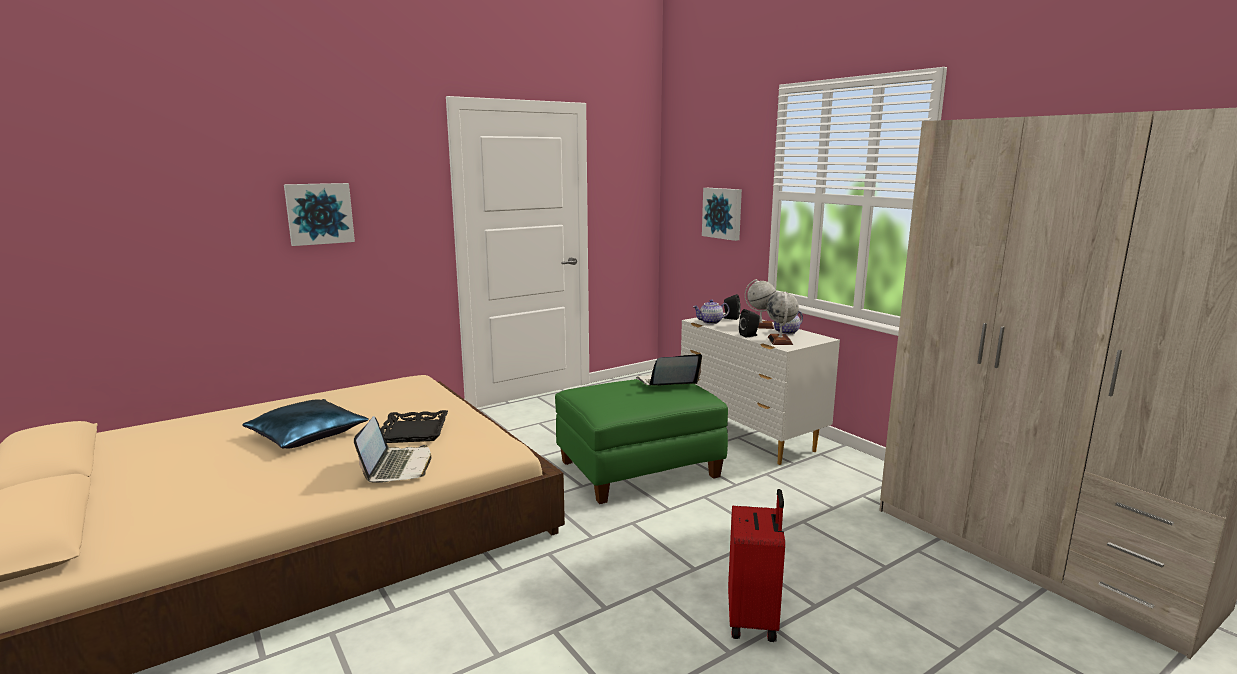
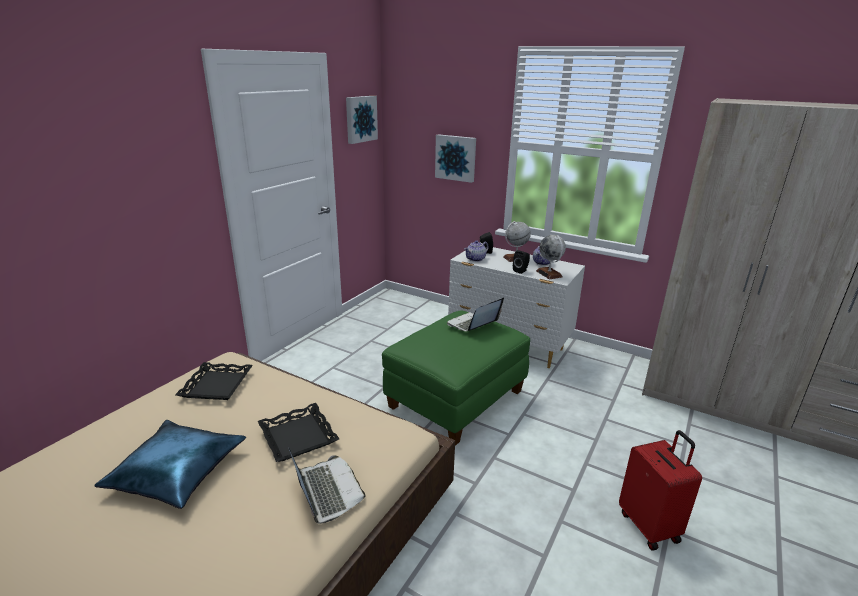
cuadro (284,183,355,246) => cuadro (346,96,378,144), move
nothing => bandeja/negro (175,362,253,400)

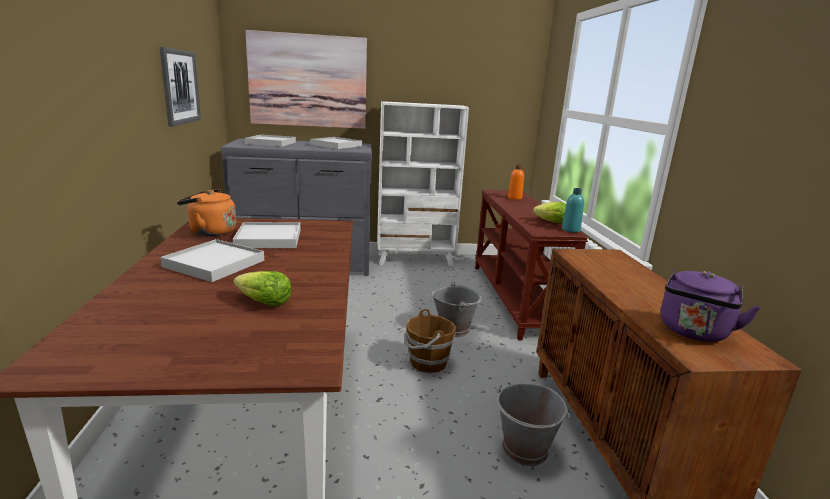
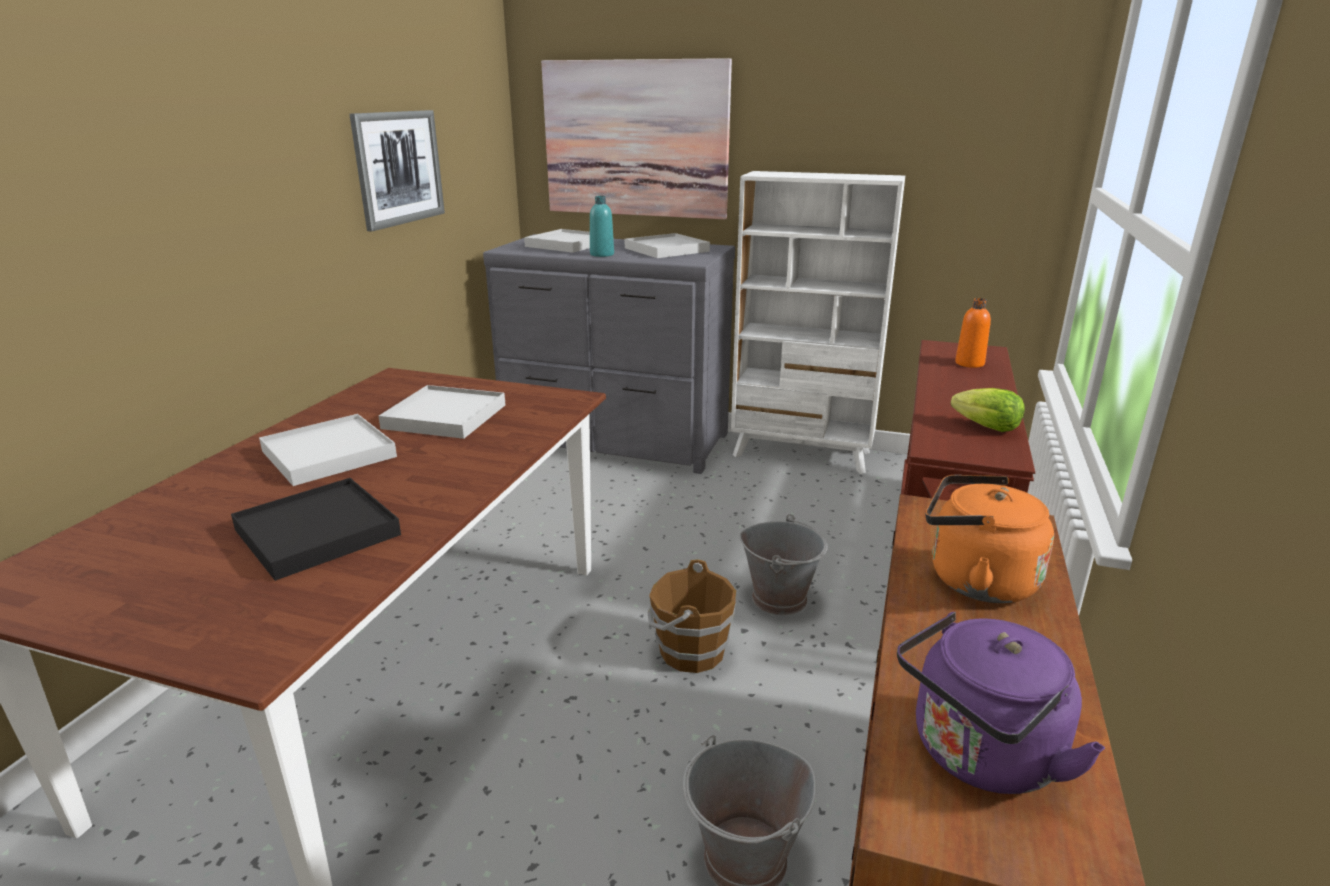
botella/turquesa (562,188,584,233) => botella/turquesa (590,196,614,257), move
hervidor/naranja (177,189,236,236) => hervidor/naranja (926,475,1054,603), move
lechuga (233,271,292,306) => bandeja/negro (231,478,401,581)

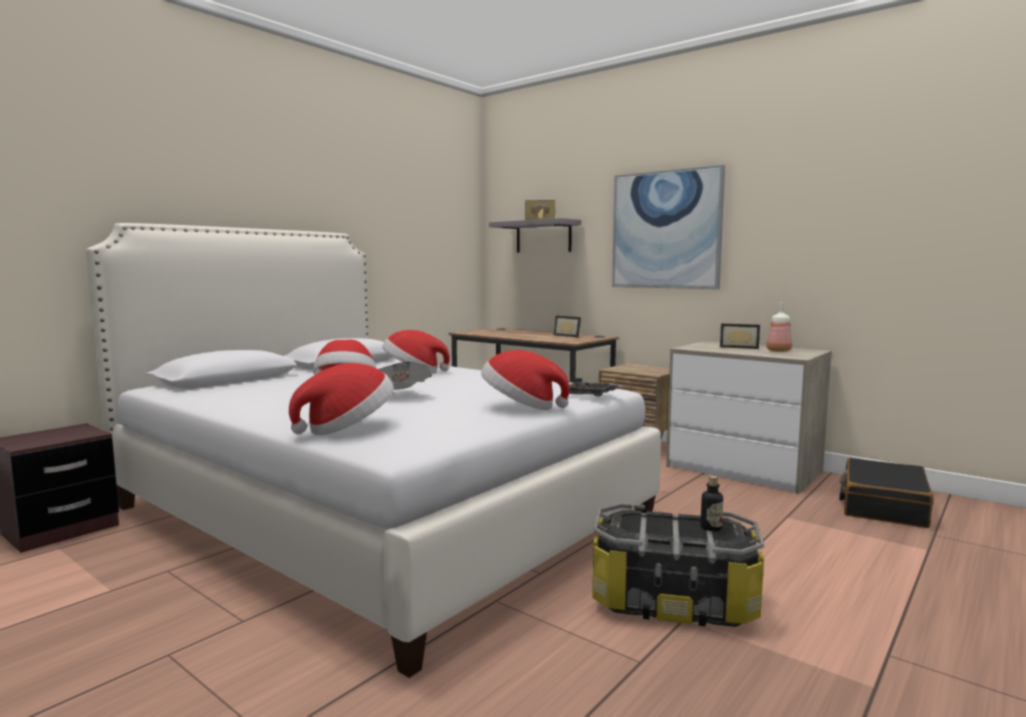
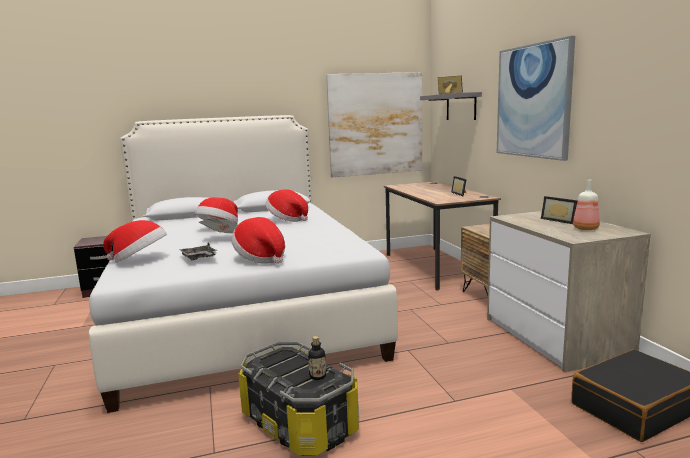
bandeja/gris (569,378,622,397) => bandeja/gris (180,242,217,260), move
nothing => cuadro (326,72,422,177)

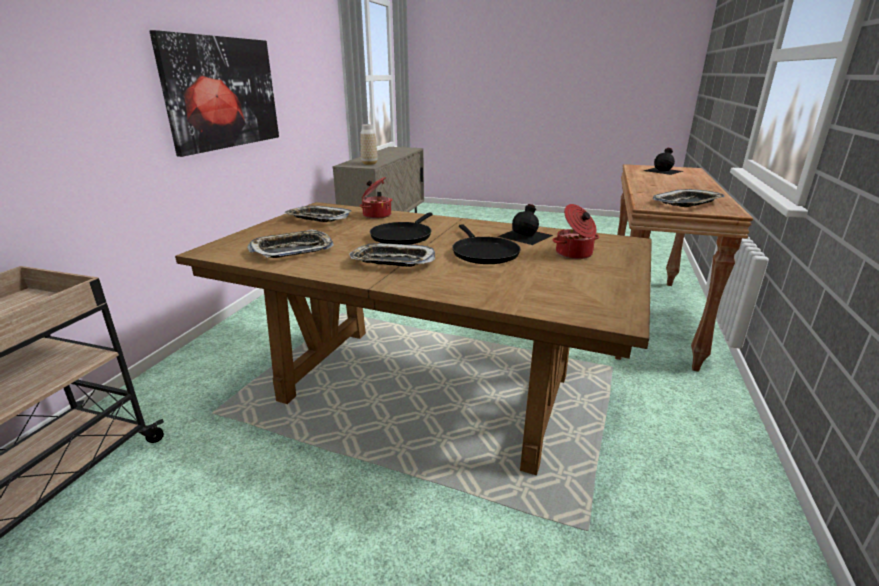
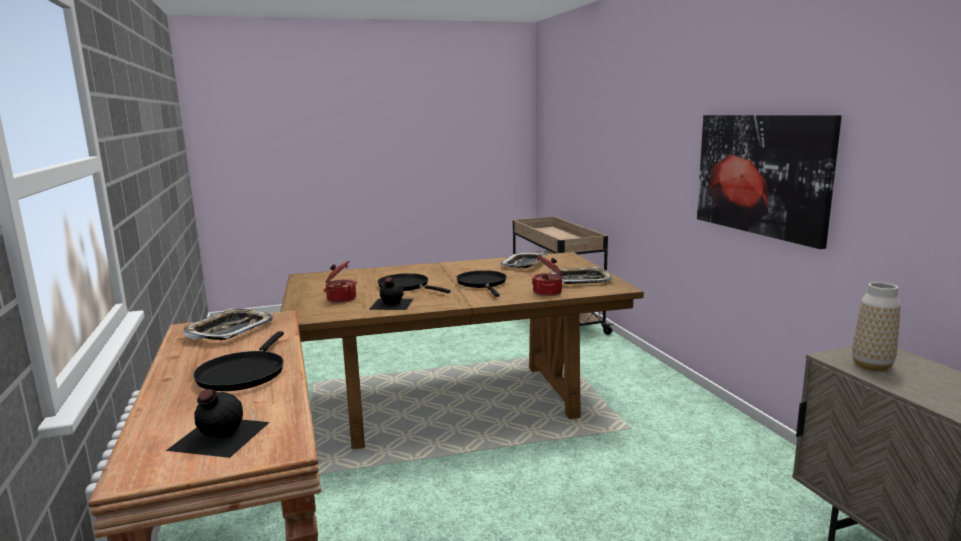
bandeja (349,243,435,267) => nothing
nothing => sartén/negro (193,331,284,391)

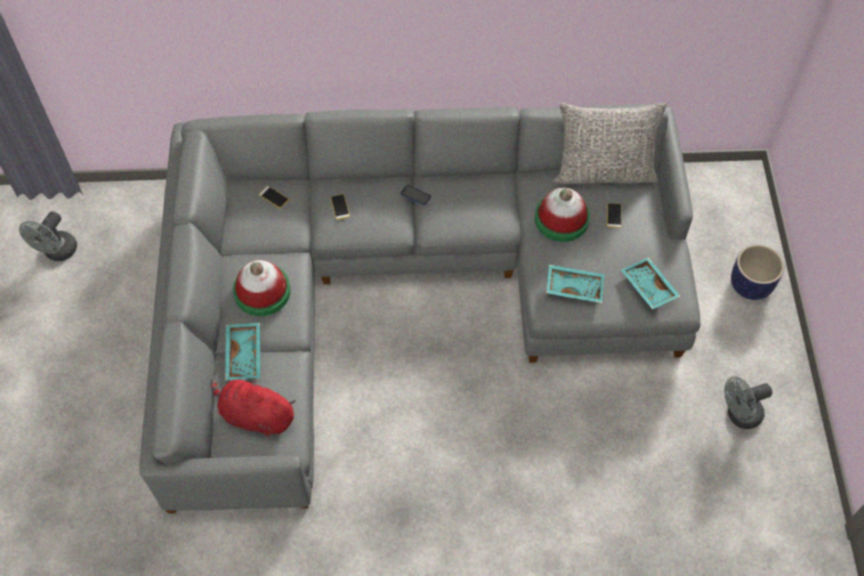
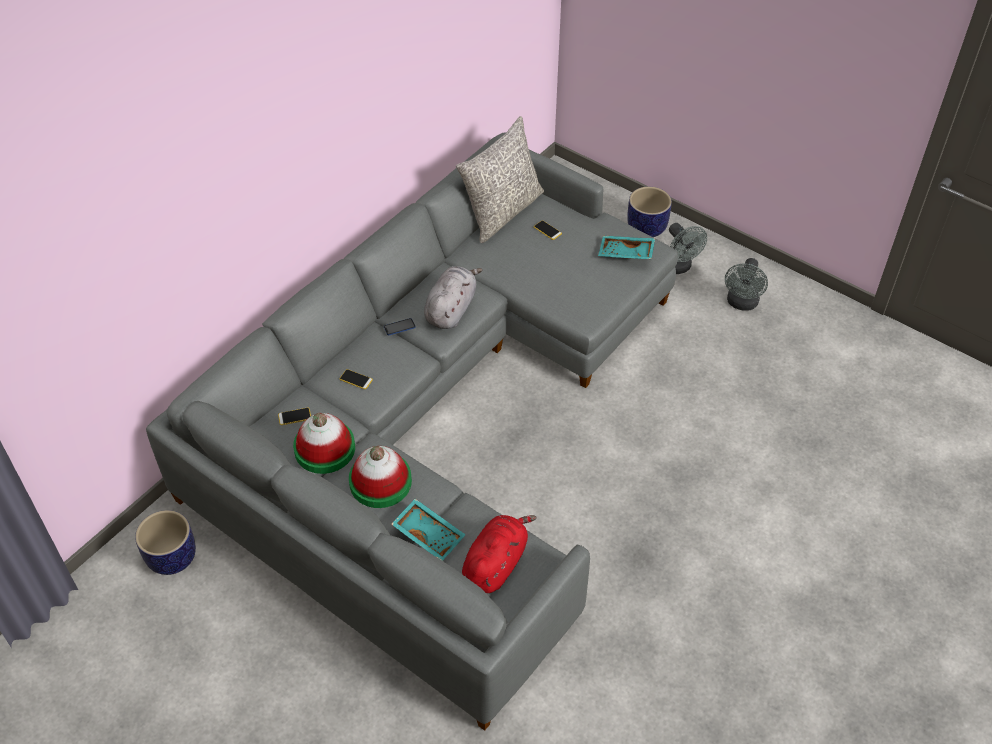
sombrero (535,187,590,242) => sombrero (293,413,355,474), move
ventilador/gris (19,211,77,261) => ventilador/gris (669,223,707,274), move
bandeja/turquesa (546,264,604,303) => nothing
peluche/rojo (211,378,296,437) => peluche/rojo (462,515,537,593), 150 degrees clockwise
nothing => peluche/gris (424,266,482,329)
nothing => maceta (135,510,196,575)

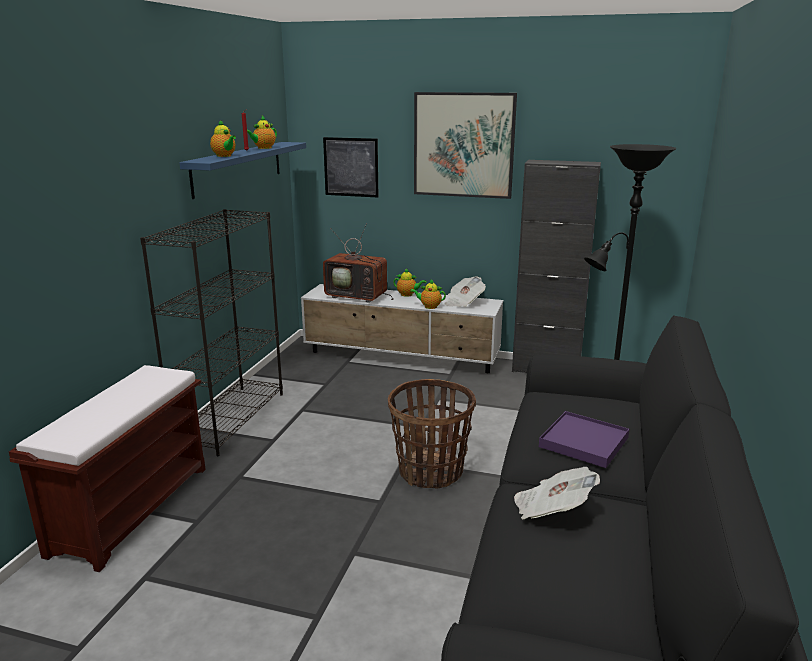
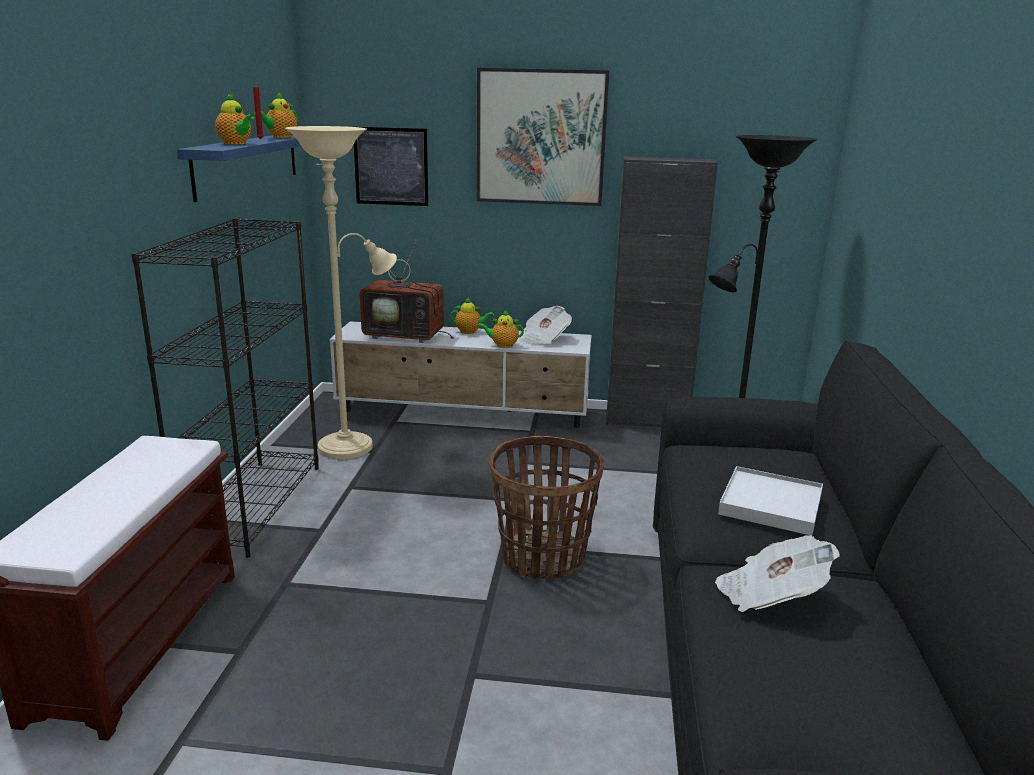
bandeja/morado (539,411,629,468) => bandeja/blanco (718,466,823,536)
nothing => lámpara de pie/beis (285,126,397,460)

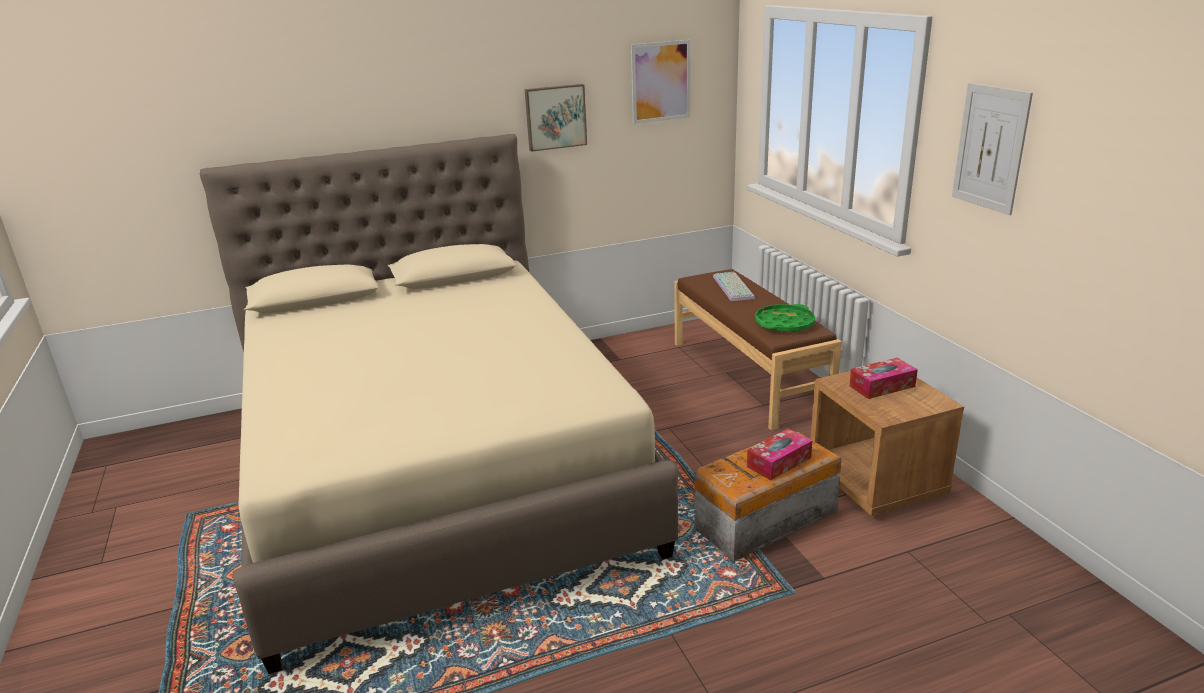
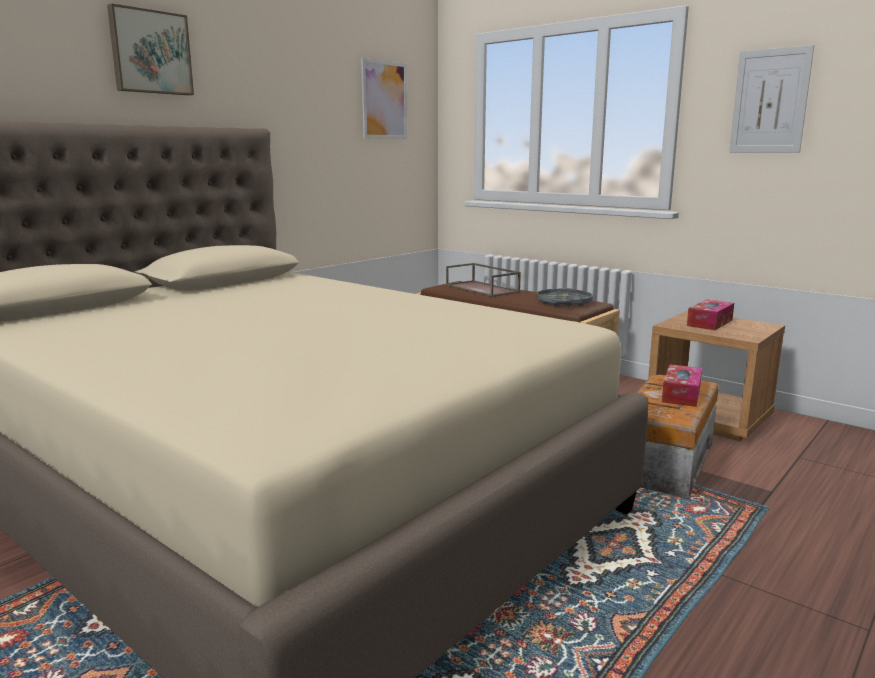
cuadro (525,84,587,152) => cuadro (107,4,194,95), move
teclado (713,272,755,301) => bandeja/marrón (446,263,521,297)
bandeja/verde (755,304,815,332) => bandeja/gris (536,288,593,307)

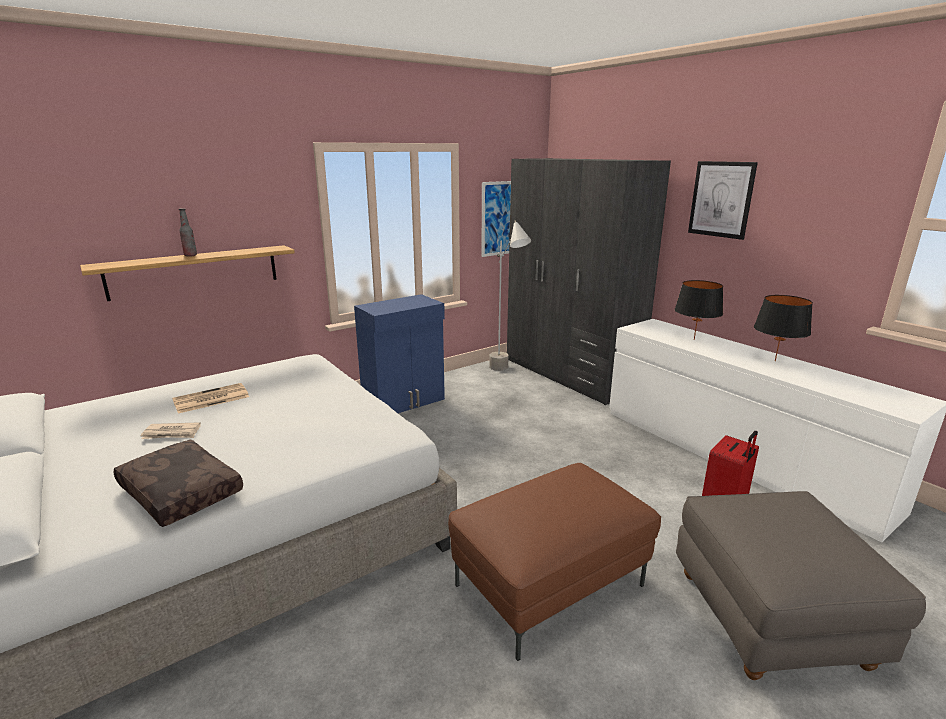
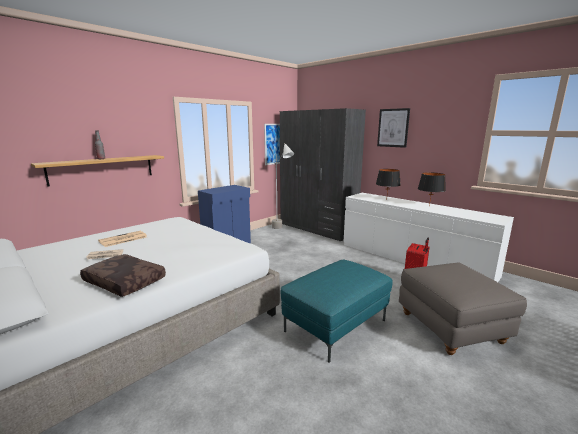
puf/marrón (448,463,661,661) => puf/turquesa (280,260,393,363)

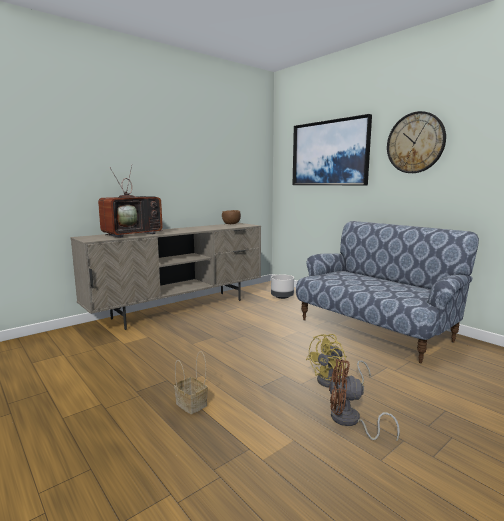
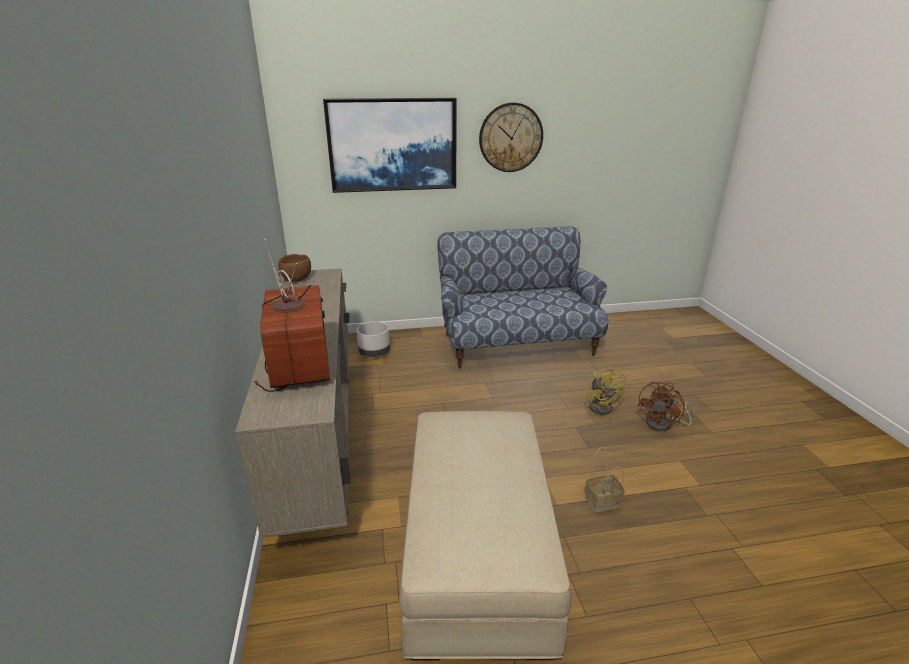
nothing => puf/beis (399,411,572,660)

